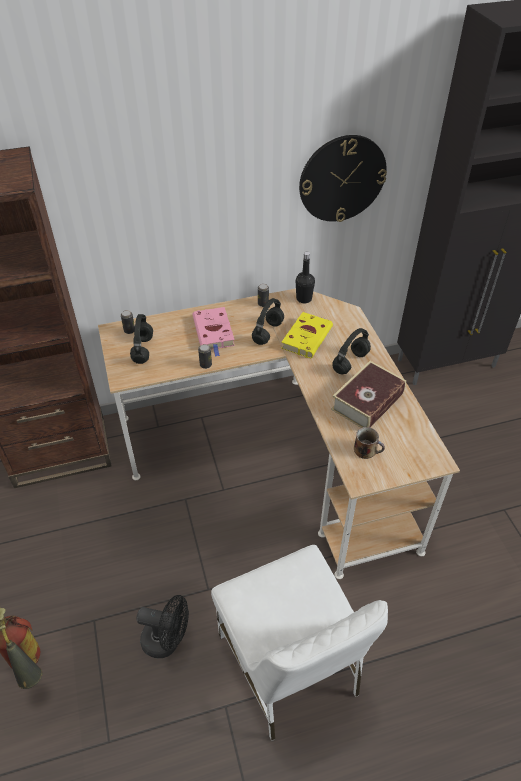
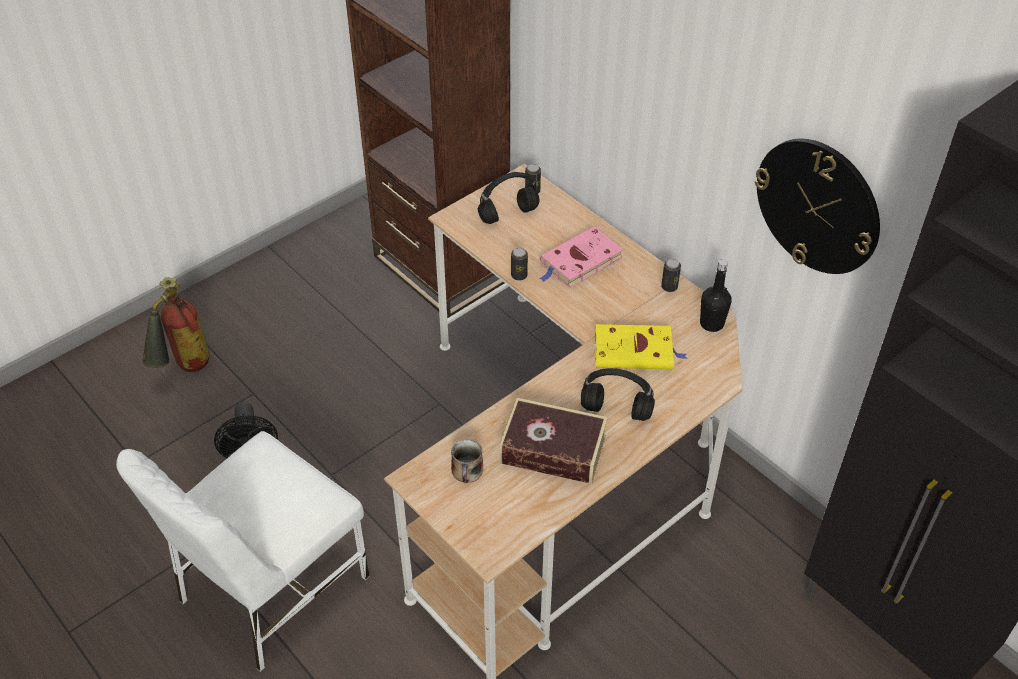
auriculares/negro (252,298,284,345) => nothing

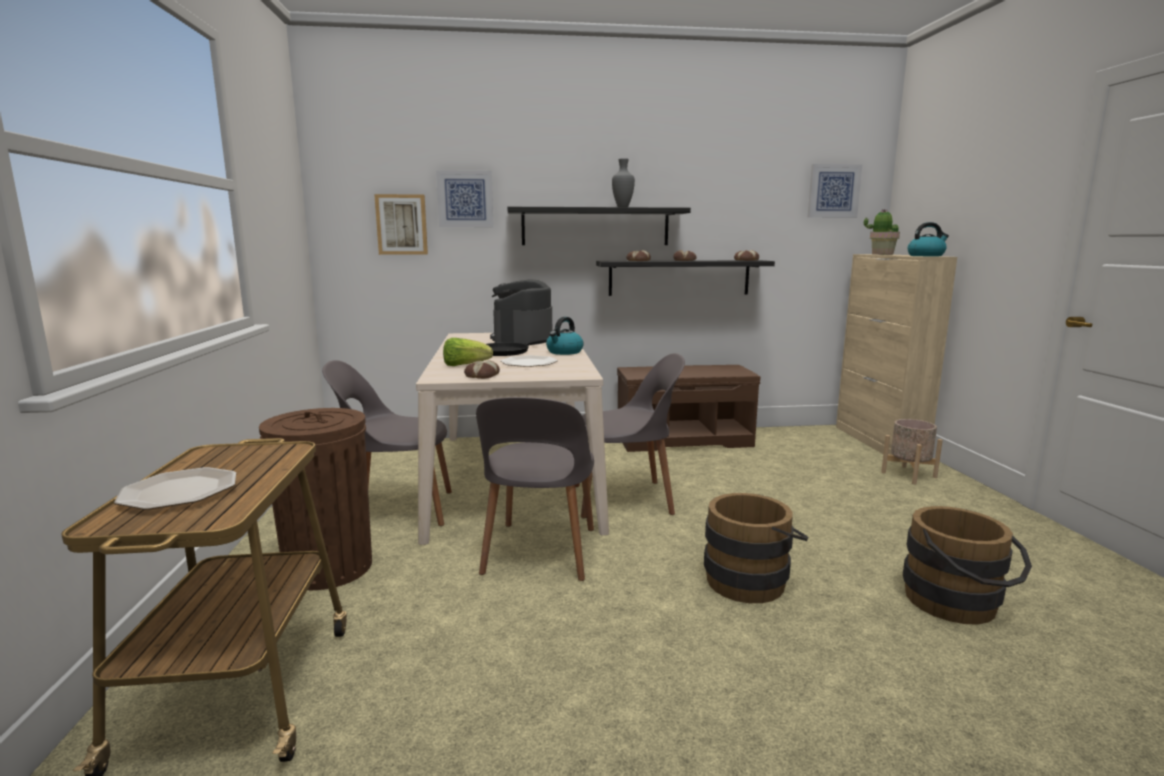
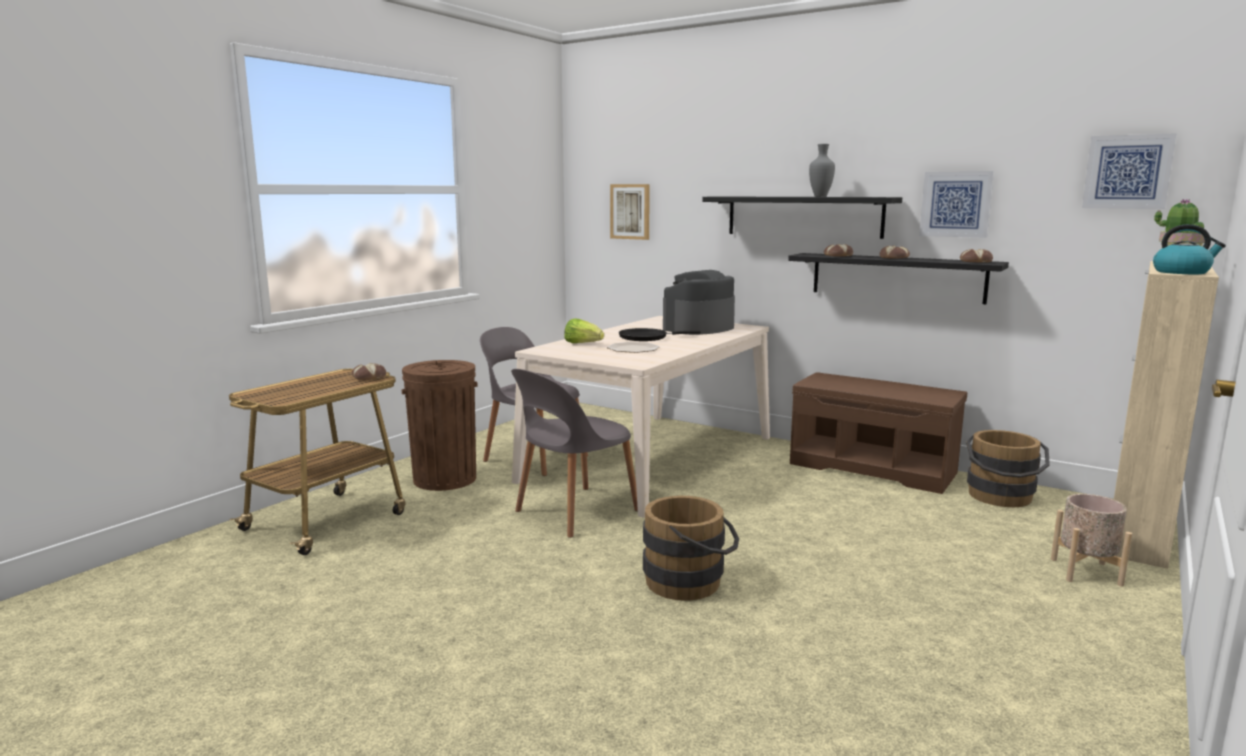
cuadro (436,170,494,227) => cuadro (919,171,994,238), move
hervidor (546,317,584,355) => nothing
silla/gris (575,353,685,518) => nothing
pan (464,360,500,379) => pan (352,363,386,380), move
plato (114,467,236,510) => nothing
cubo/marrón (903,506,1032,625) => cubo/marrón (966,430,1050,507), move

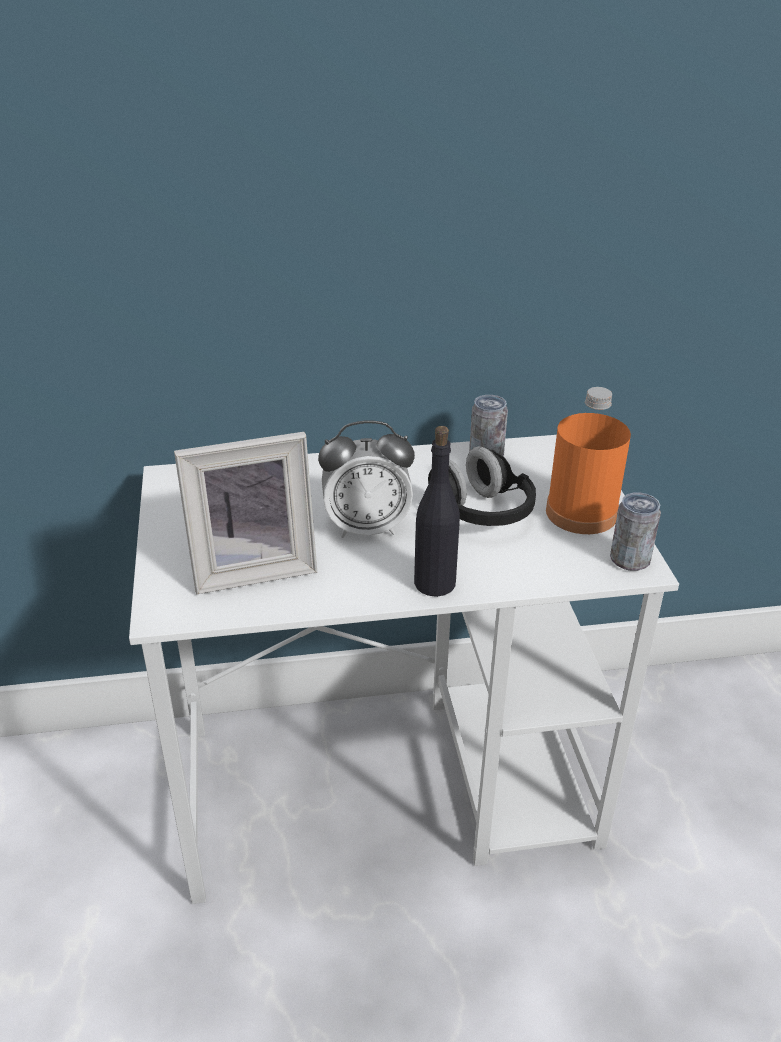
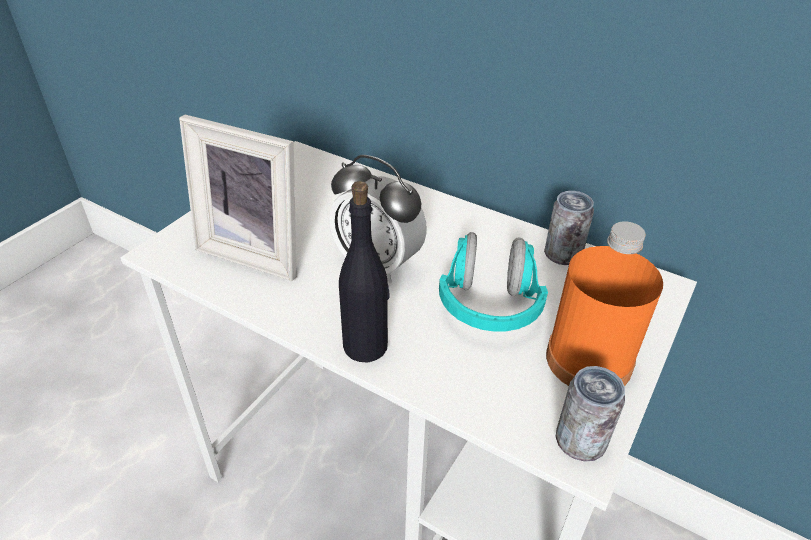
auriculares/negro (428,447,536,526) => auriculares/turquesa (439,232,548,332)

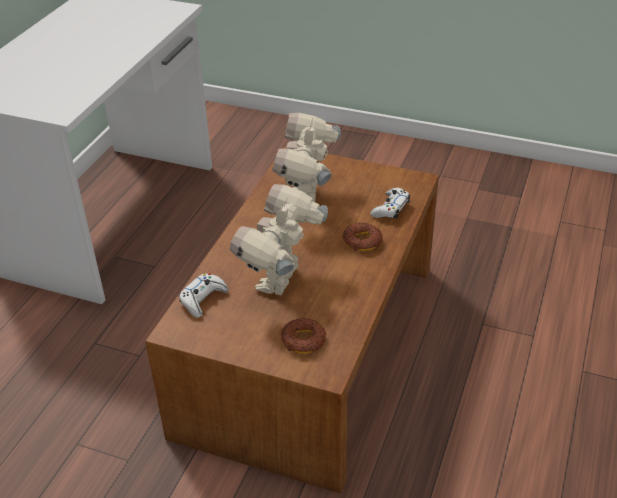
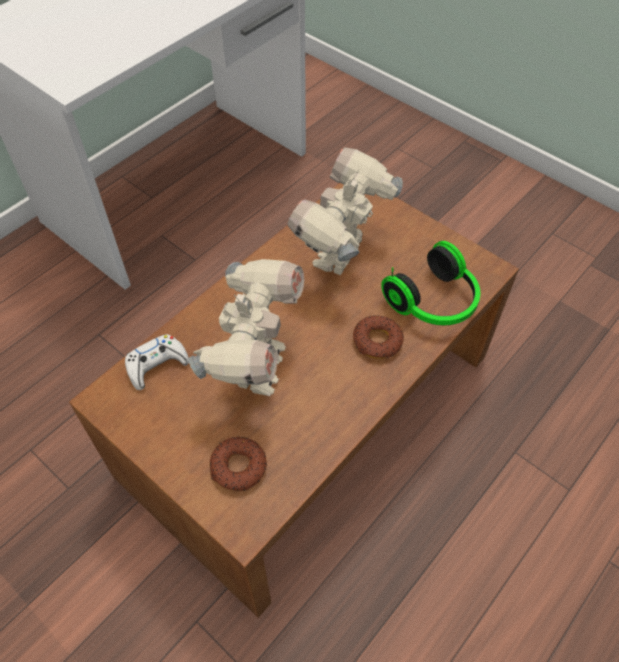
robot de juguete (230,184,328,295) => robot de juguete (188,259,304,396), 150 degrees clockwise
mando de consola/blanco (371,188,410,219) => auriculares (381,241,480,325)

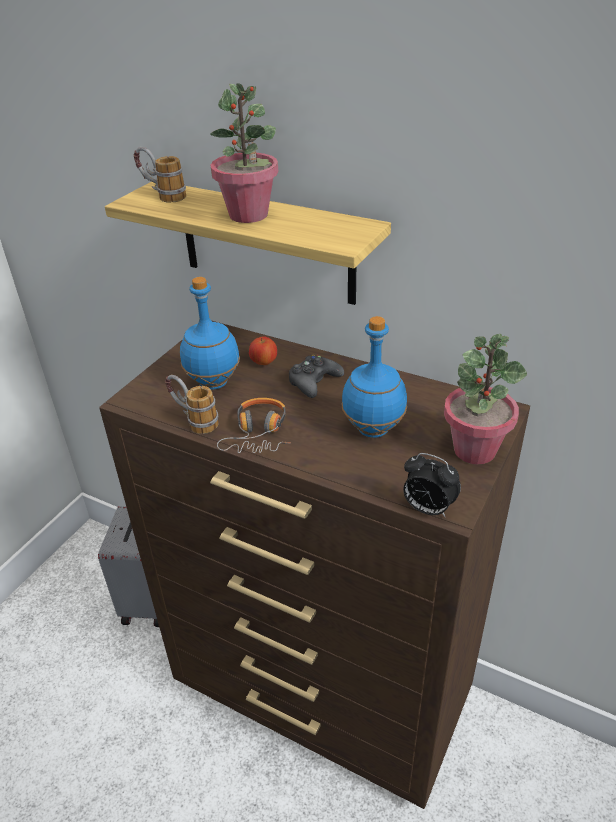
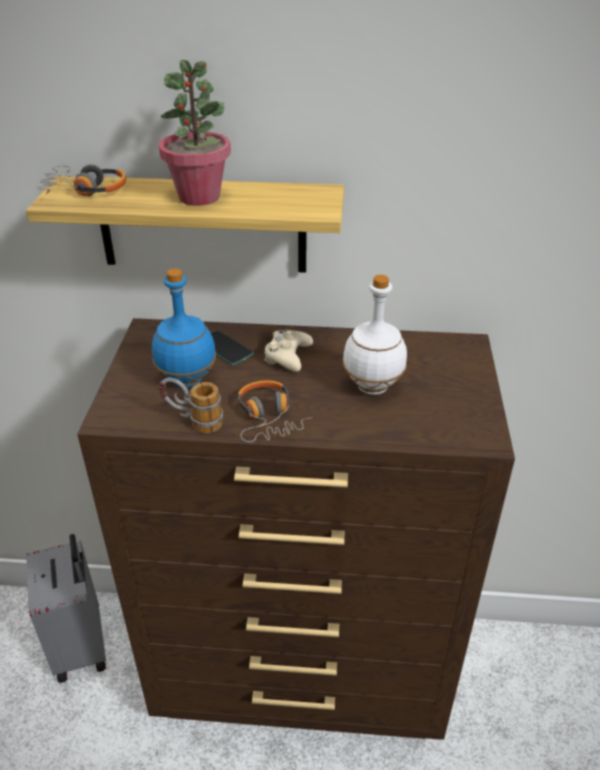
taza grande (134,147,186,203) => auriculares (38,164,126,196)
botella/azul (342,316,407,438) => botella/blanco (342,275,407,395)
planta en maceta (444,334,527,465) => nothing
manzana (249,336,277,365) => móvil (211,330,254,366)
mando de consola/negro (289,354,344,398) => mando de consola/beis (264,329,313,372)
despertador (403,453,461,517) => nothing

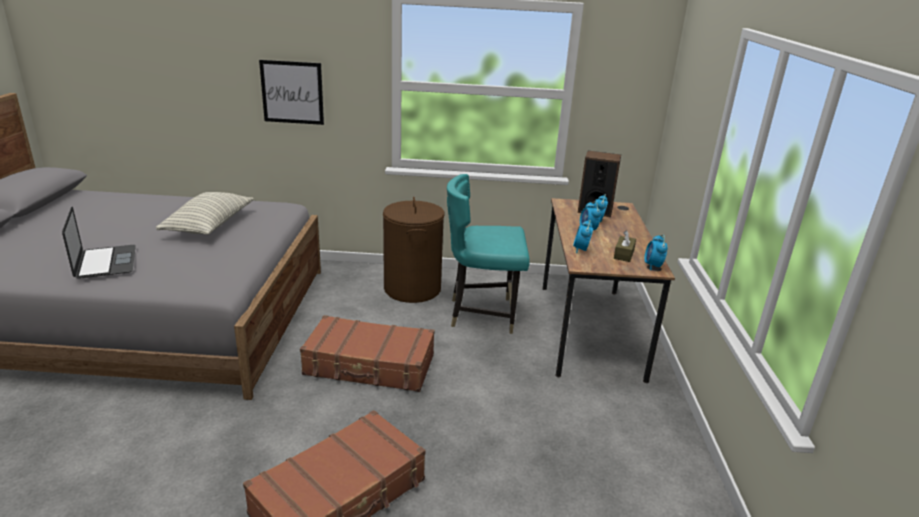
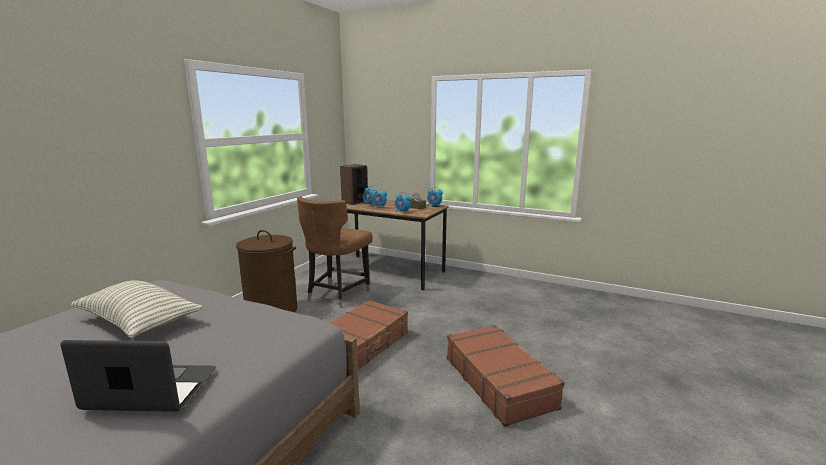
cuadro (259,60,324,125) => nothing
silla/turquesa (447,174,530,334) => silla/marrón (297,196,373,308)

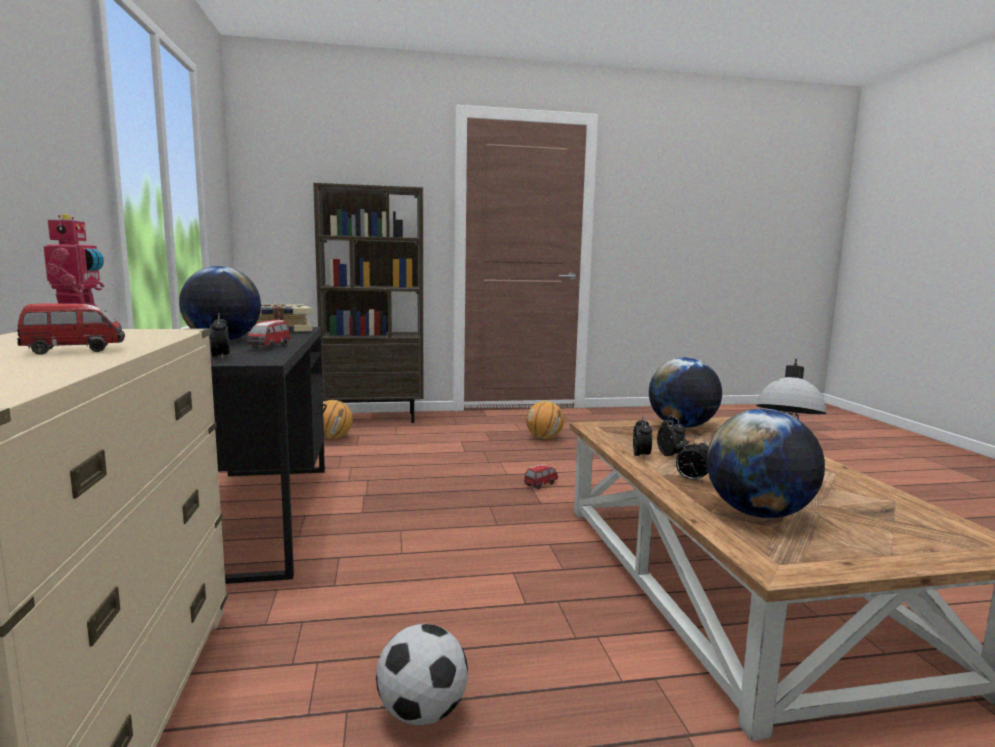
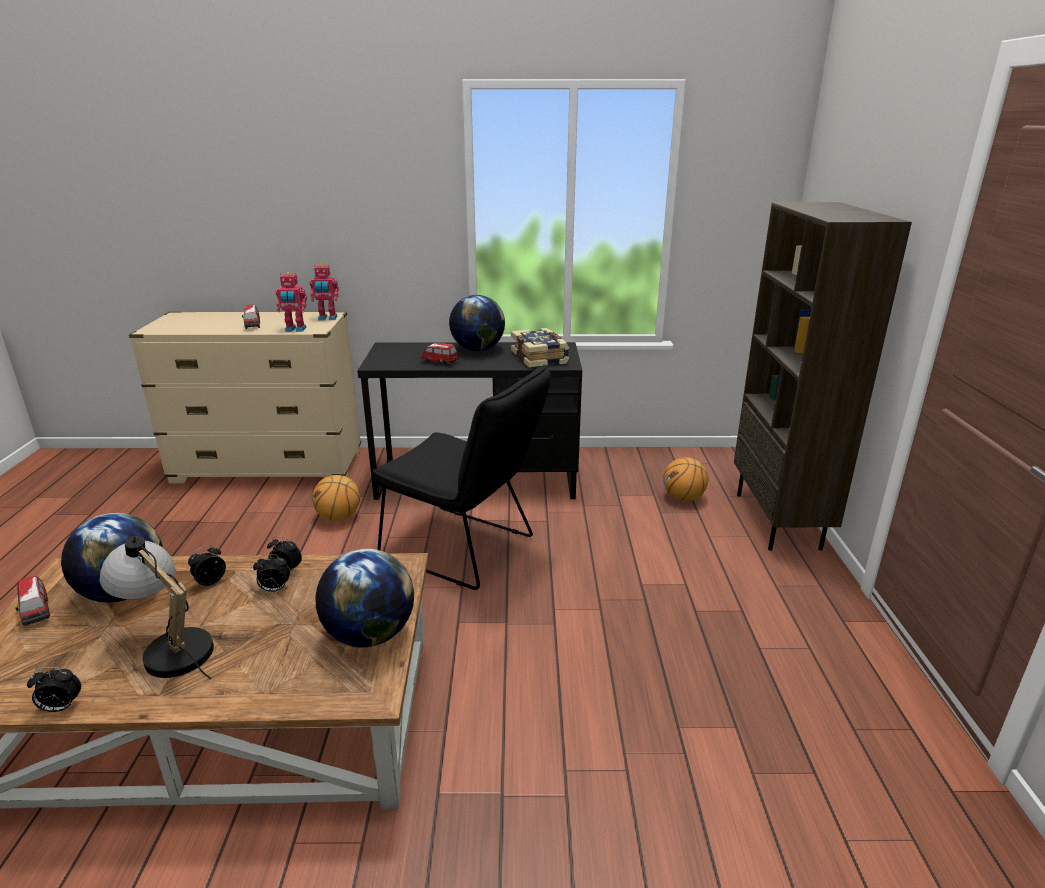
despertador (210,314,230,359) => despertador (27,667,81,712), move
balón de baloncesto (526,401,565,439) => balón de baloncesto (312,475,360,521), move
coche de juguete (524,464,558,490) => coche de juguete (15,576,50,626), move
balón de fútbol (376,624,468,725) => nothing
nothing => robot de juguete (275,272,307,332)
nothing => silla/negro (373,365,551,590)

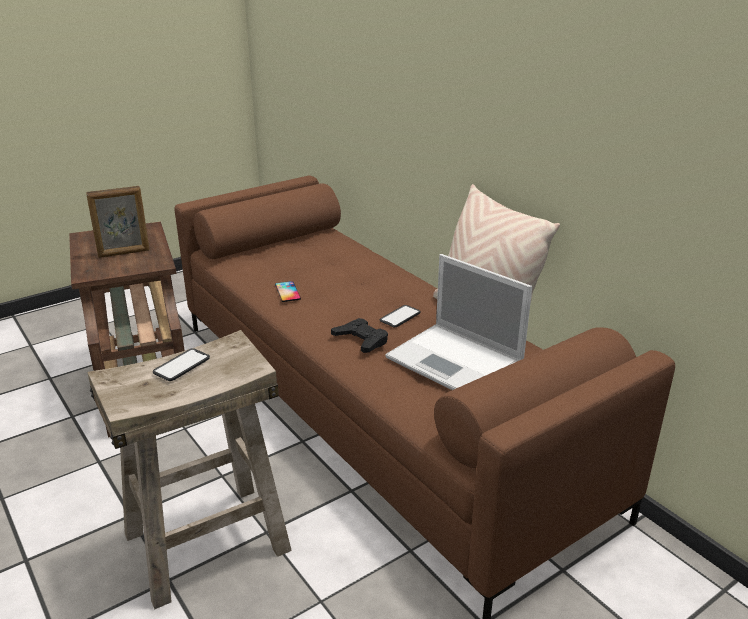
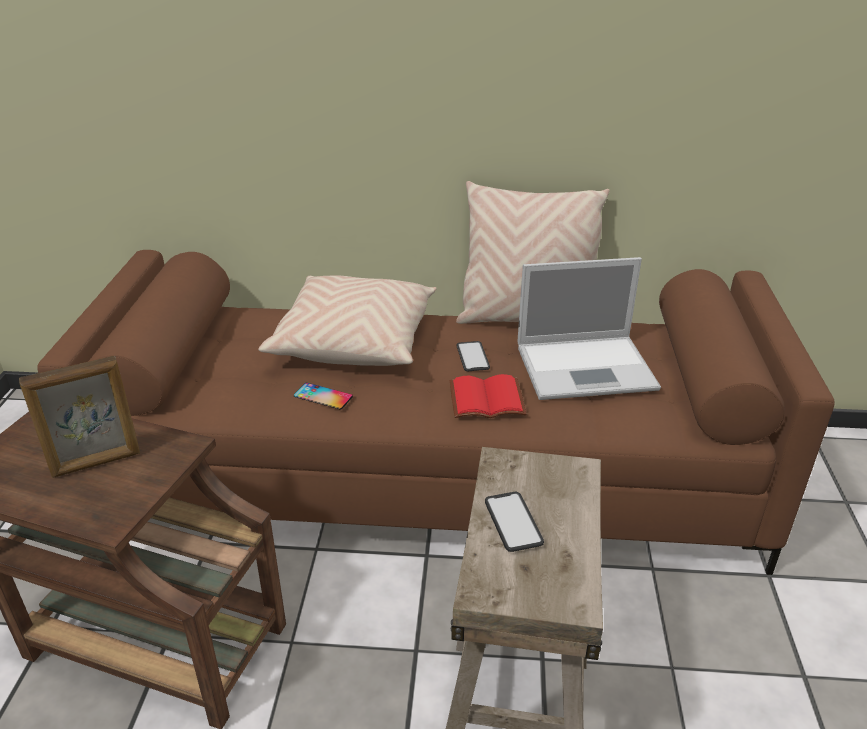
portarretratos (86,186,150,258) => portarretratos (19,356,140,478), 45 degrees clockwise
mando de consola/negro (331,318,388,353) => libro/rojo (450,374,527,418)
nothing => cojín/beis (258,275,437,366)

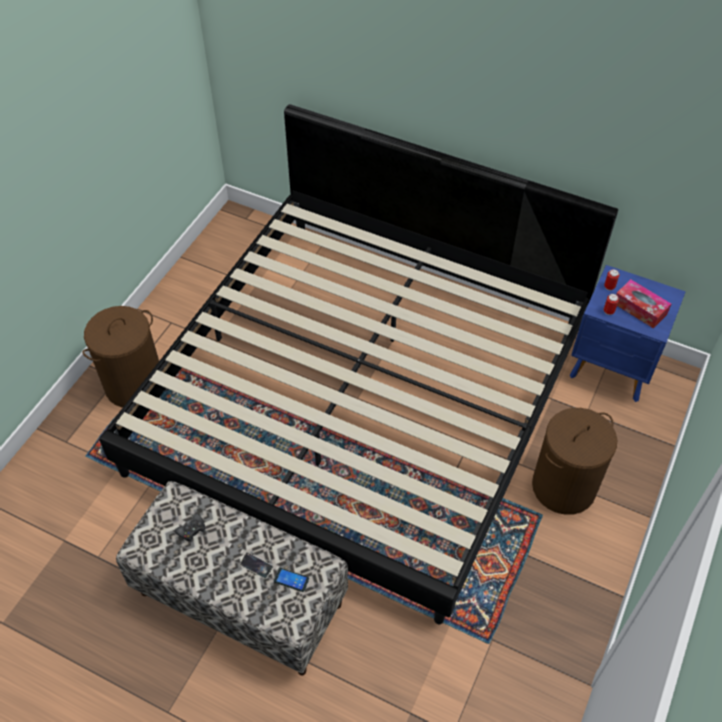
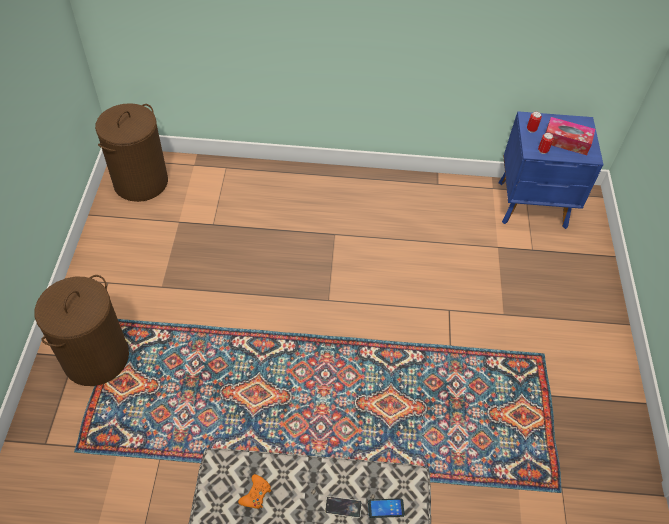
cama (99,104,618,624) => nothing
cesto de la ropa/marrón (532,408,617,515) => cesto de la ropa/marrón (95,103,168,202), move
mando de consola/negro (175,513,205,542) => mando de consola/naranja (238,474,271,509)

